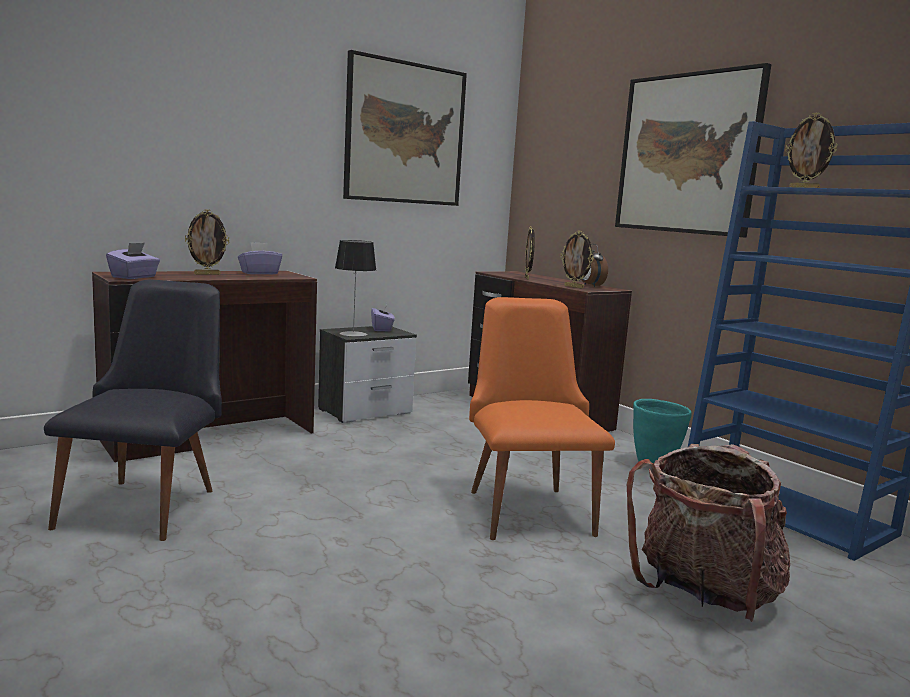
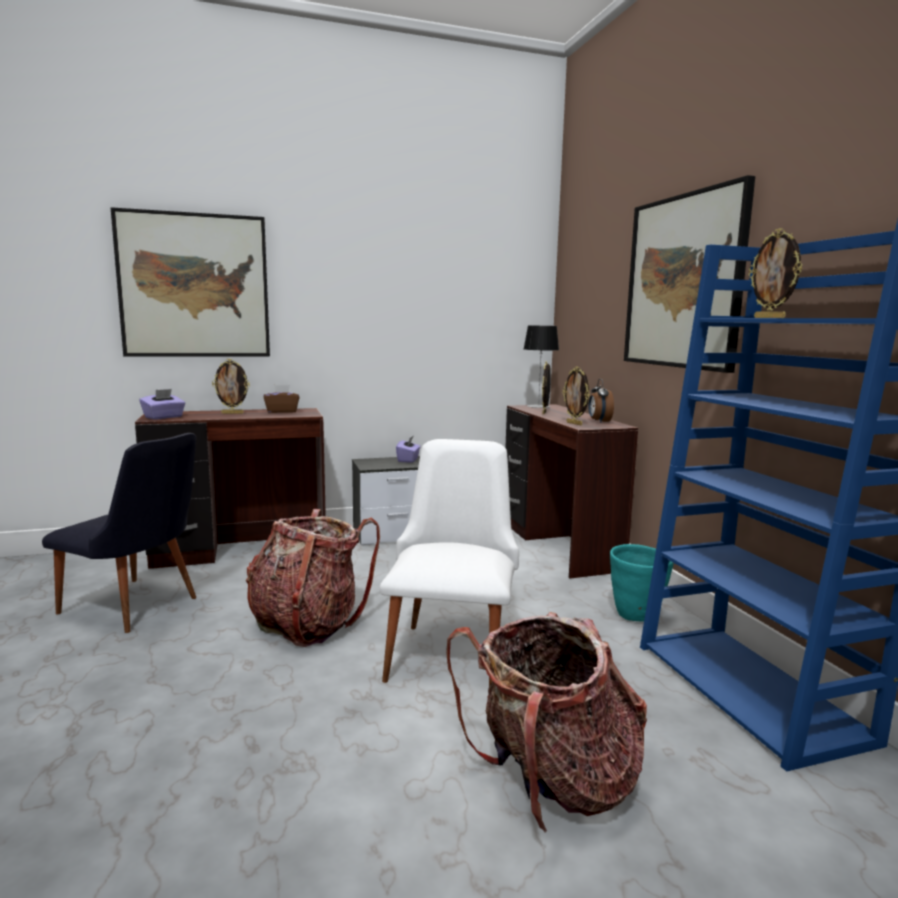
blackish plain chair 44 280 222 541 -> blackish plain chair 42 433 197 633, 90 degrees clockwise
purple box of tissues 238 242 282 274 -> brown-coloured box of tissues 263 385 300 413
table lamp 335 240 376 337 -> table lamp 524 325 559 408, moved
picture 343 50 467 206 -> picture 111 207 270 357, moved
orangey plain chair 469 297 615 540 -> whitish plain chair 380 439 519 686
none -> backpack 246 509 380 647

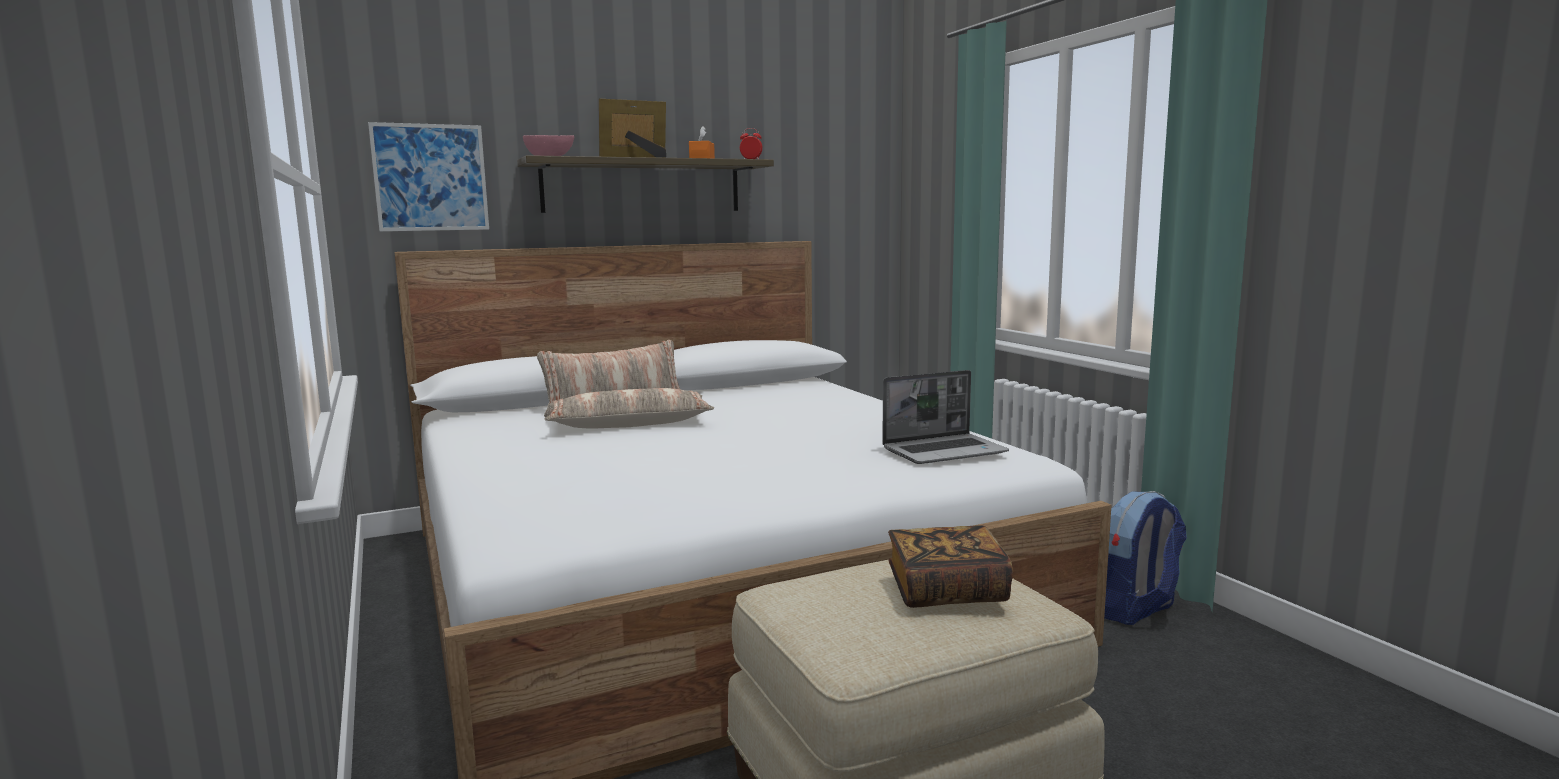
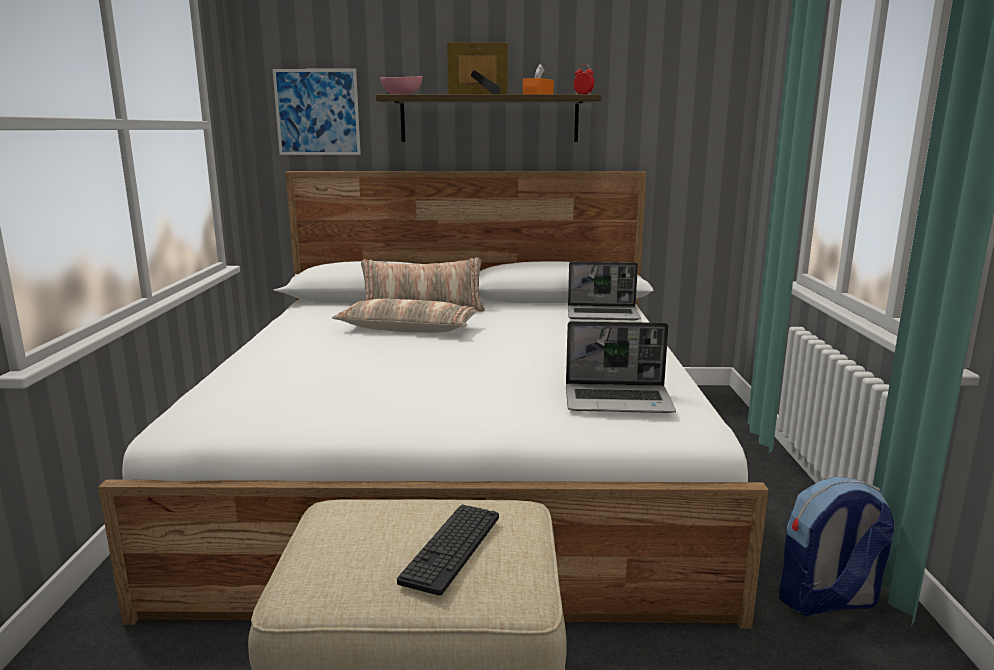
book 888 525 1013 608 -> computer keyboard 397 504 499 596
none -> portable computer 568 262 641 320

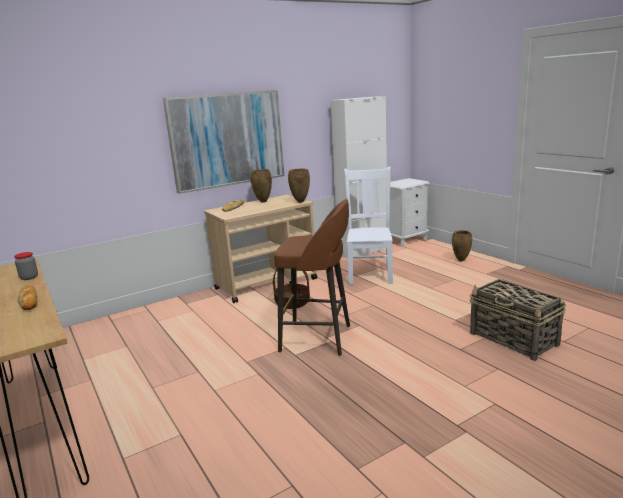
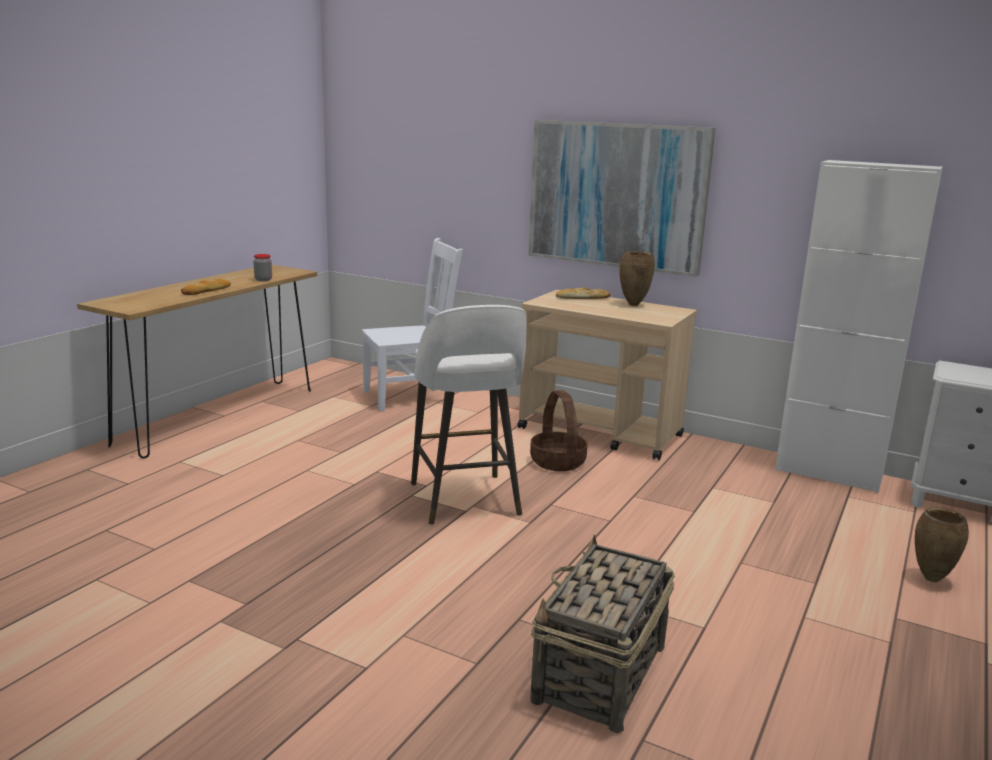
brown-coloured stool 274 199 350 356 -> whitish stool 411 305 527 525
brown-coloured vase 288 169 310 203 -> none
whitish plain chair 344 167 393 285 -> whitish plain chair 362 238 463 411, moved

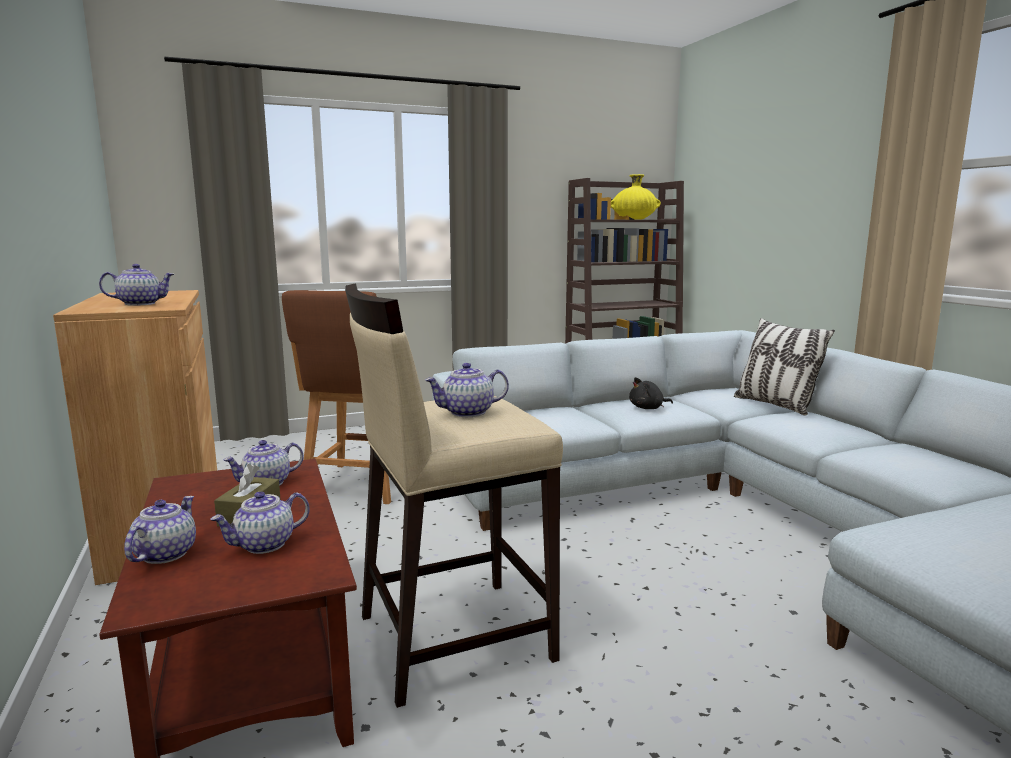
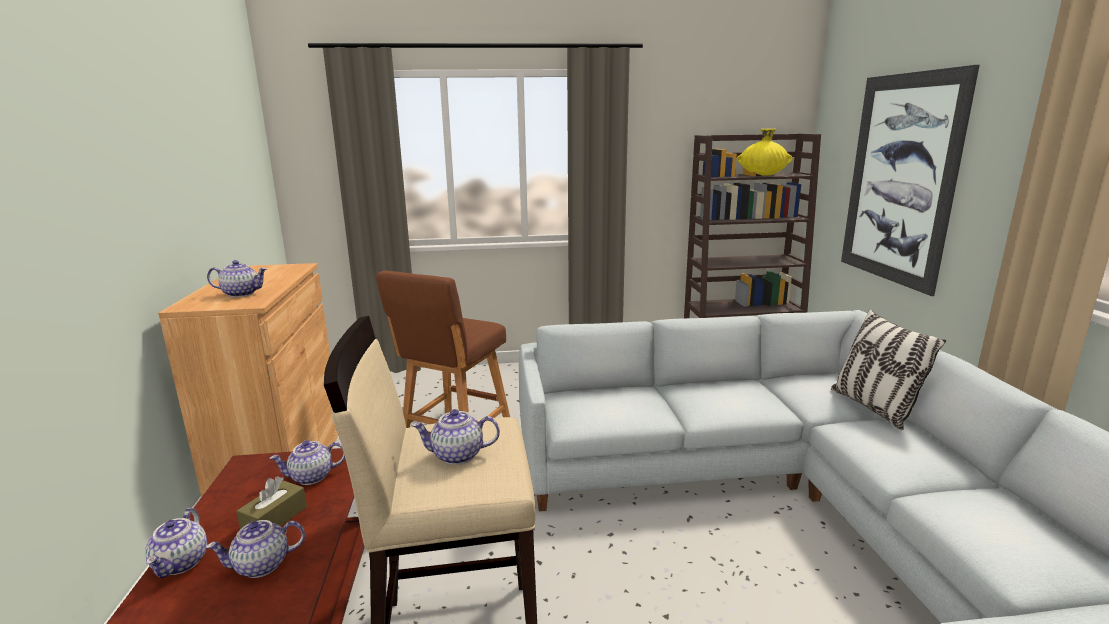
pot for tea 124 496 196 564 -> pot for tea 145 508 207 578, 150 degrees clockwise
blackish cuddly toy 629 377 673 409 -> none
none -> picture 841 65 980 296

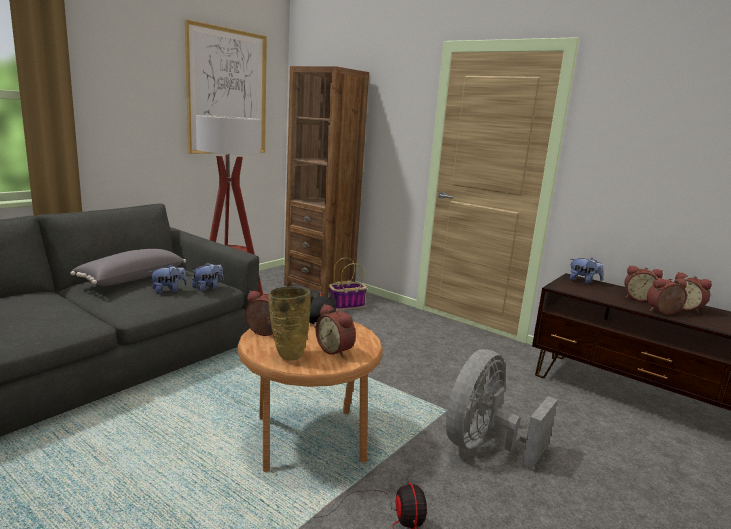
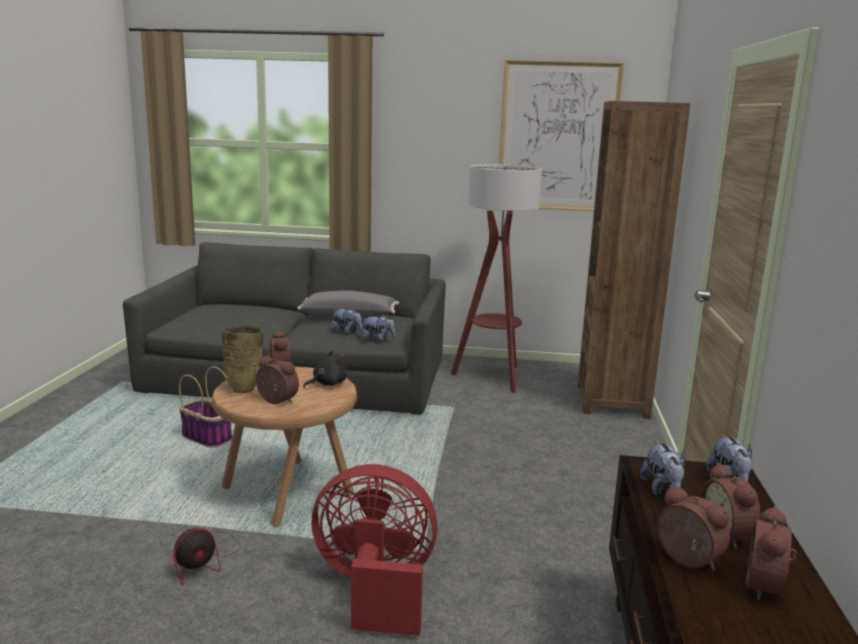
alarm clock 315 304 356 358 -> alarm clock 256 356 299 404, 105 degrees clockwise
storage basket 329 257 367 310 -> storage basket 179 366 232 448, moved
greyish fan 446 349 557 469 -> red fan 311 464 438 636
none -> cuddly toy 640 441 685 496

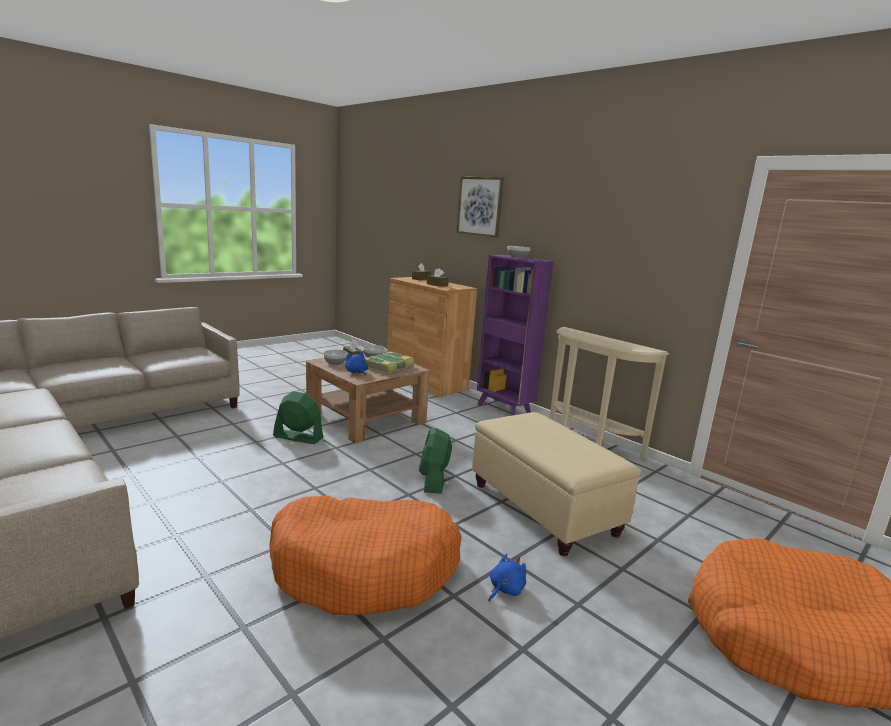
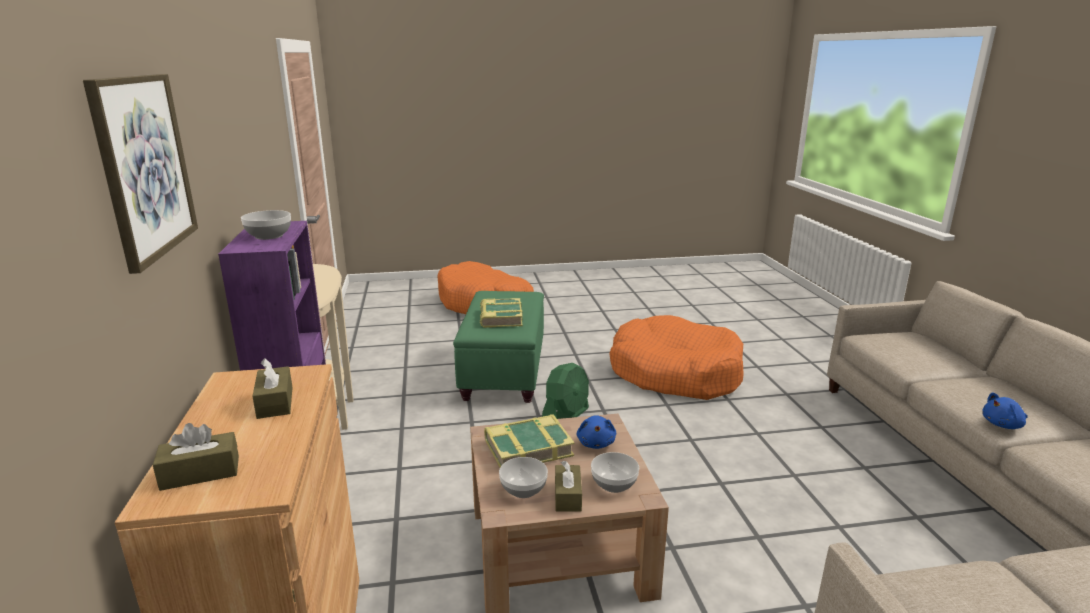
greenish fan 273 391 323 444 -> none
sand-coloured footrest 472 412 641 556 -> greenish footrest 453 291 544 403
blue-coloured cuddly toy 488 553 526 602 -> blue-coloured cuddly toy 982 392 1028 429, moved
none -> book 480 298 523 328

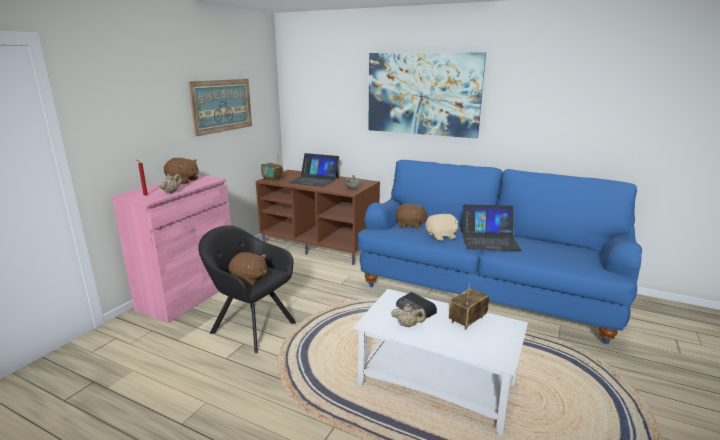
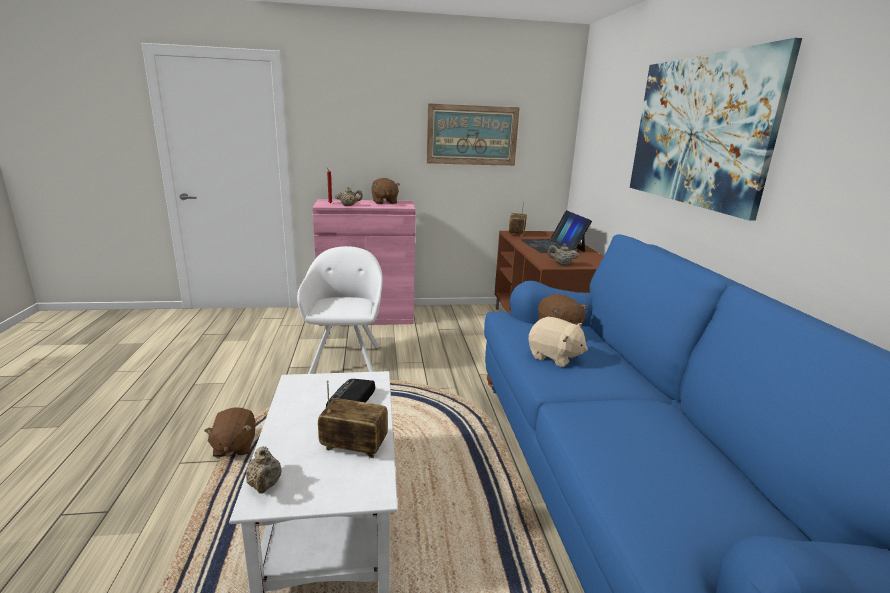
blackish armchair 198 225 296 353 -> whitish armchair 297 246 383 374
brown-coloured cuddly toy 229 252 267 285 -> brown-coloured cuddly toy 204 407 256 458, moved
sand-coloured pot for tea 391 303 426 327 -> sand-coloured pot for tea 246 446 282 494, moved
portable computer 461 204 522 251 -> none

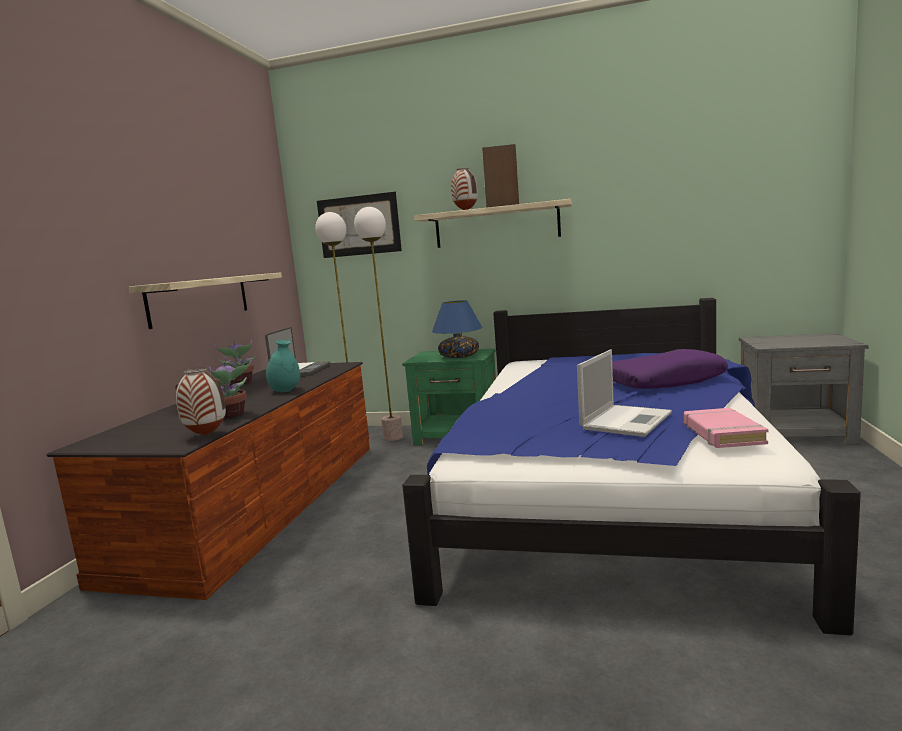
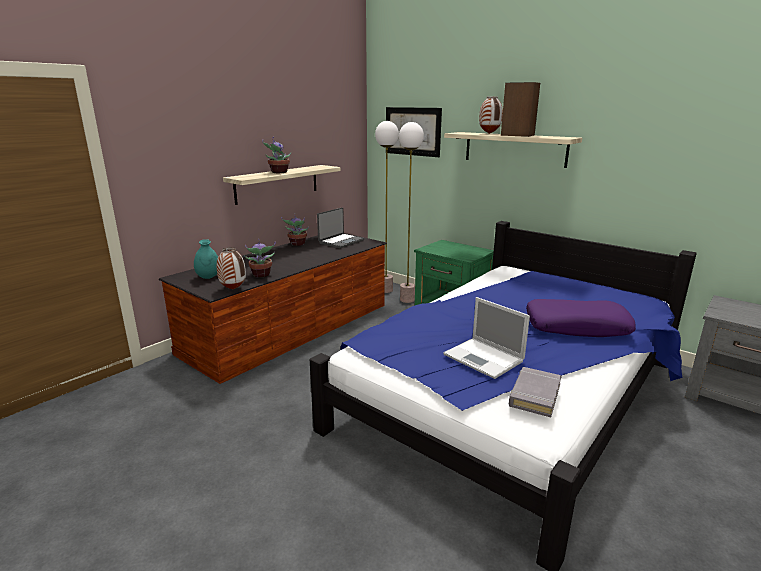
turquoise-coloured vase 266 340 300 392 -> turquoise-coloured vase 194 239 218 279, moved
blue-coloured table lamp 432 300 483 358 -> none
portable computer 577 349 672 437 -> portable computer 443 297 530 379, 75 degrees clockwise
pink-coloured book 684 408 769 448 -> greyish book 509 367 562 417
none -> houseplant 262 137 291 173

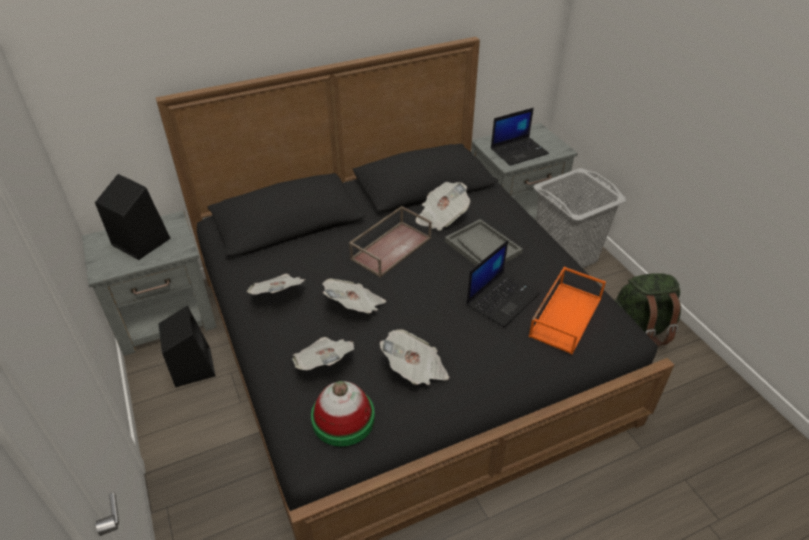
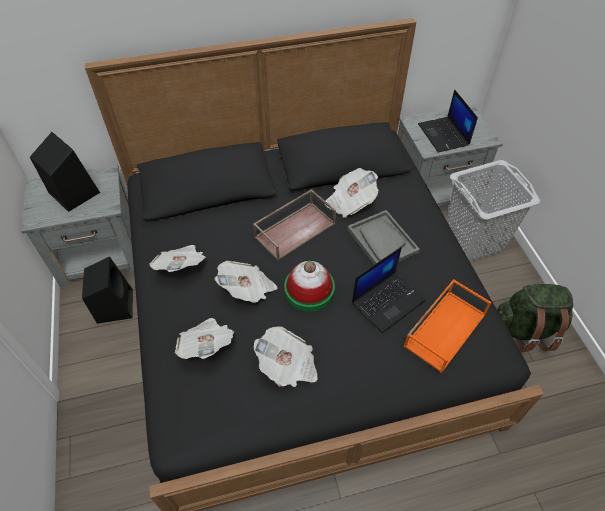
hat 311 381 375 446 -> hat 284 261 335 312, moved
portable computer 491 108 549 166 -> portable computer 418 89 478 152, 90 degrees clockwise

